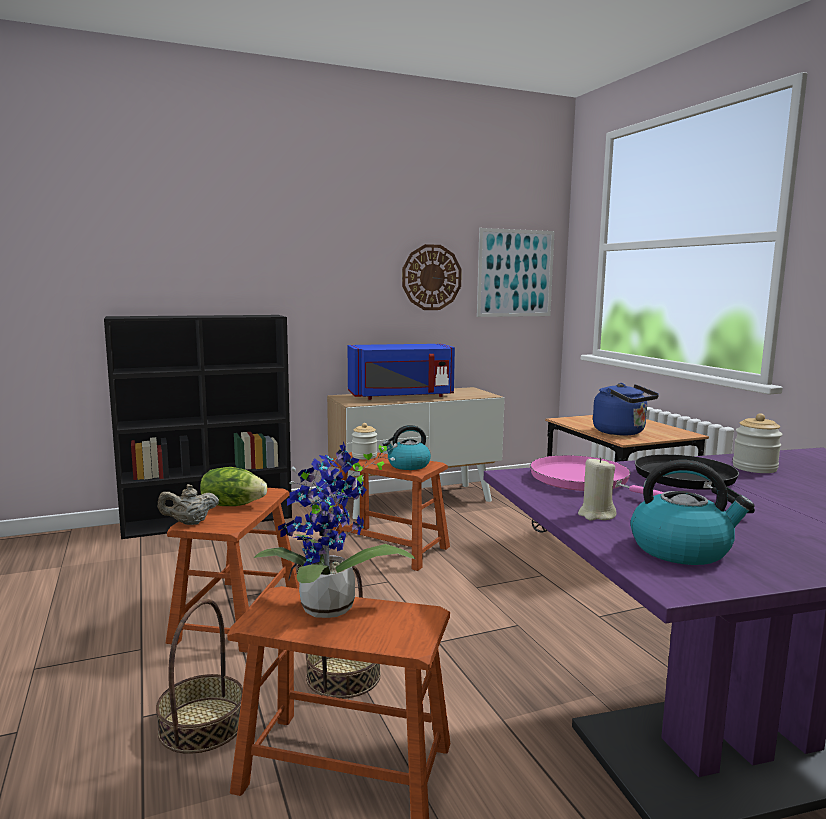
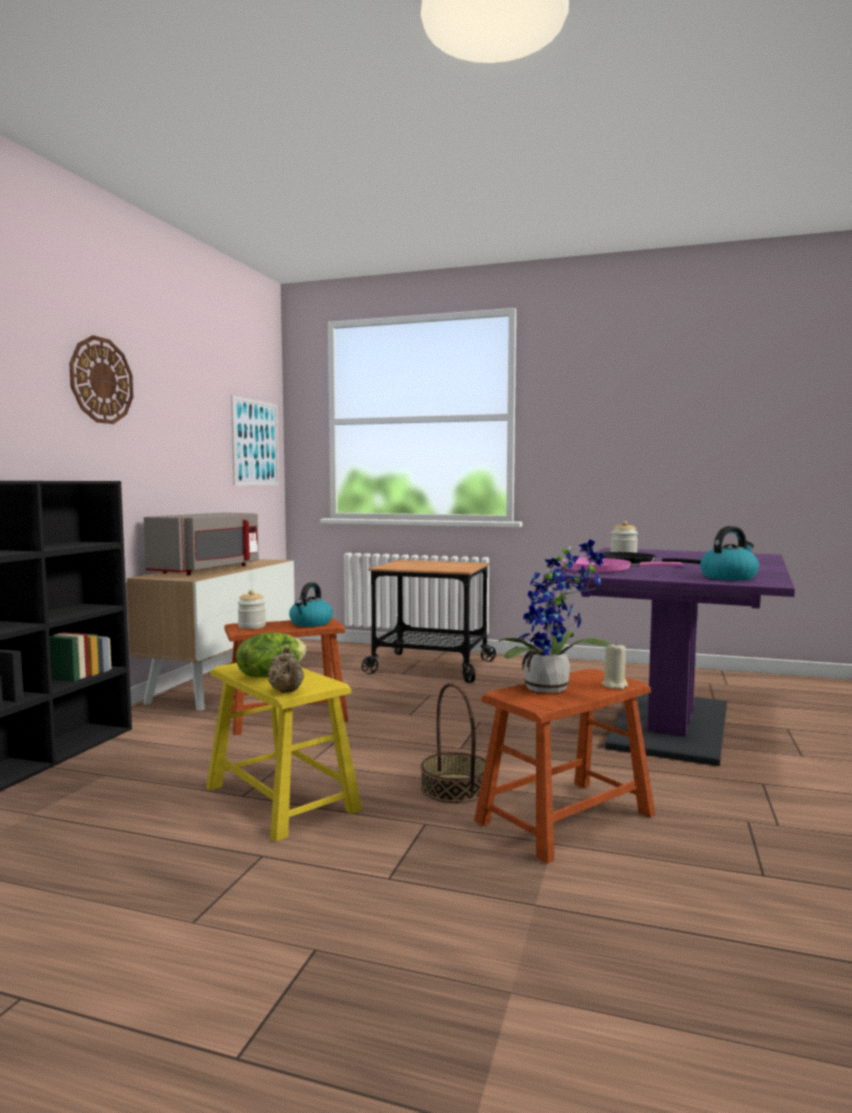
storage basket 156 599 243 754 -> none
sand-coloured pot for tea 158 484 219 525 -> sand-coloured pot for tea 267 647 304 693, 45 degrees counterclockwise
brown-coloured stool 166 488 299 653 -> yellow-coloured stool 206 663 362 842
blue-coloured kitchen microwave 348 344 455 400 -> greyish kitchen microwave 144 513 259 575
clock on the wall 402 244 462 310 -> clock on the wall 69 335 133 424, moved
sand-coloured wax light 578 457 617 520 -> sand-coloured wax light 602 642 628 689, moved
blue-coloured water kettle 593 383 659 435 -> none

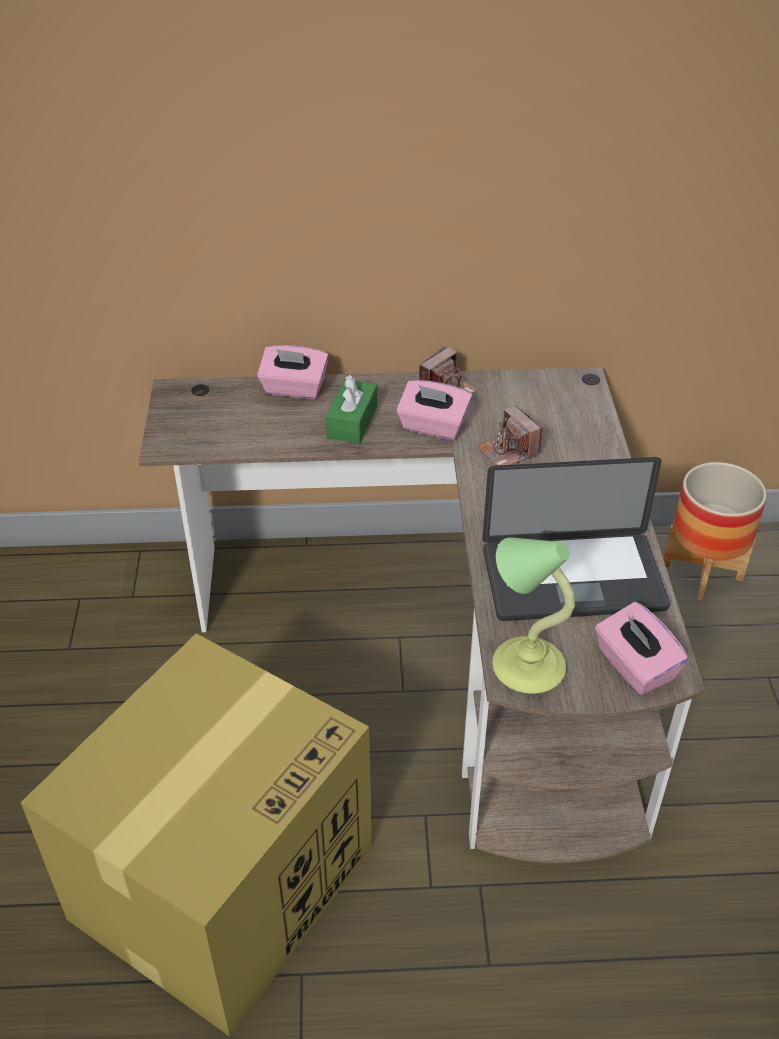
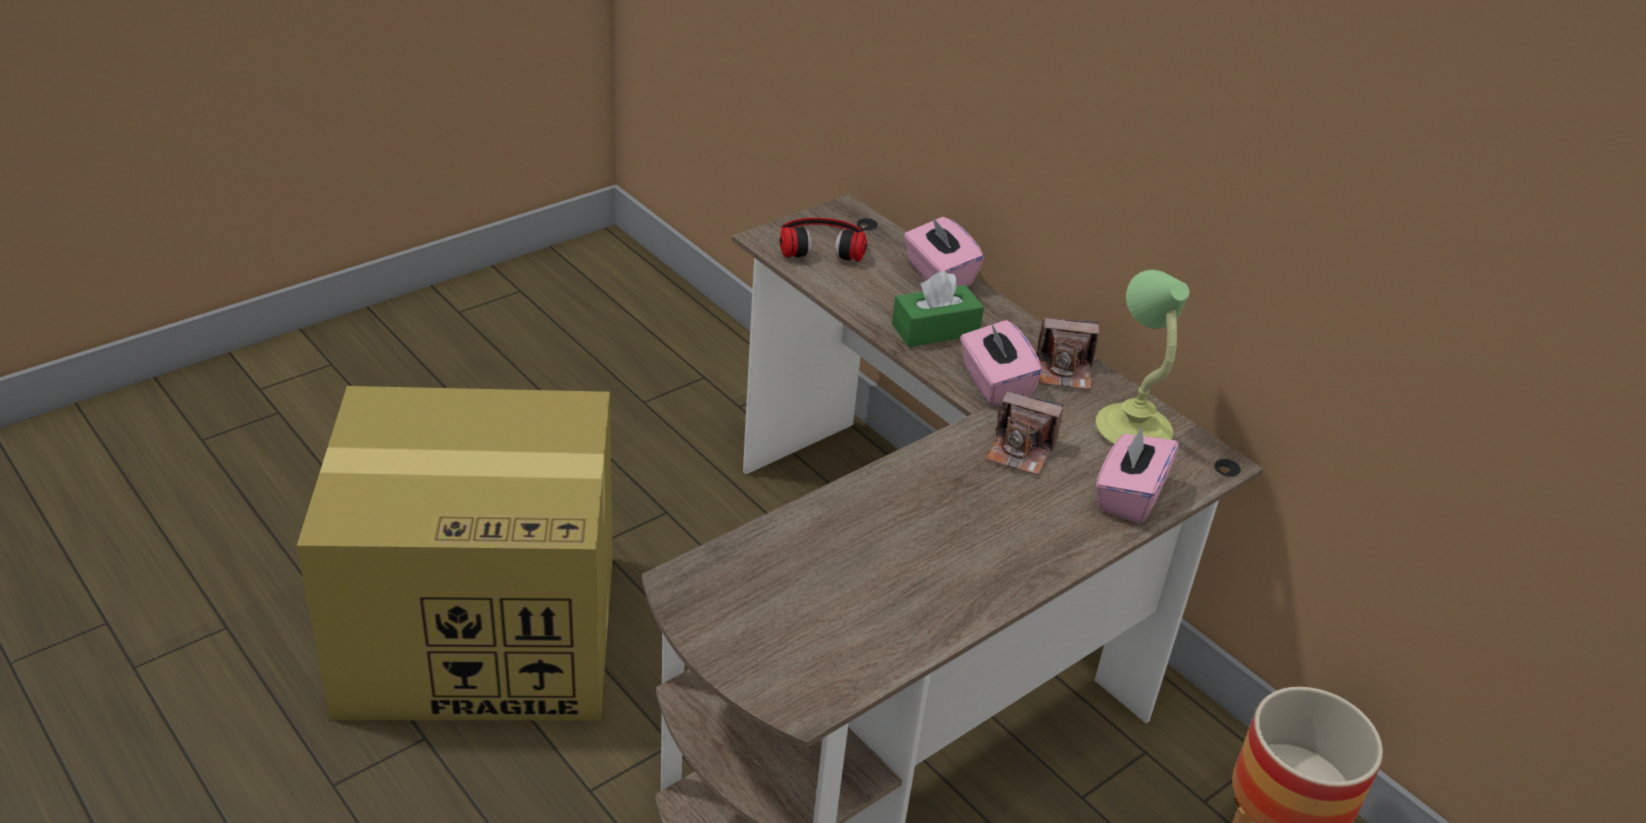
photo camera 477 405 544 465 -> photo camera 986 391 1064 476, 90 degrees counterclockwise
portable computer 482 457 670 621 -> none
table lamp 492 537 575 694 -> table lamp 1096 270 1189 445, moved
pink-coloured box of tissues 595 602 688 695 -> pink-coloured box of tissues 1096 426 1179 524, moved
none -> headphones 780 218 867 262

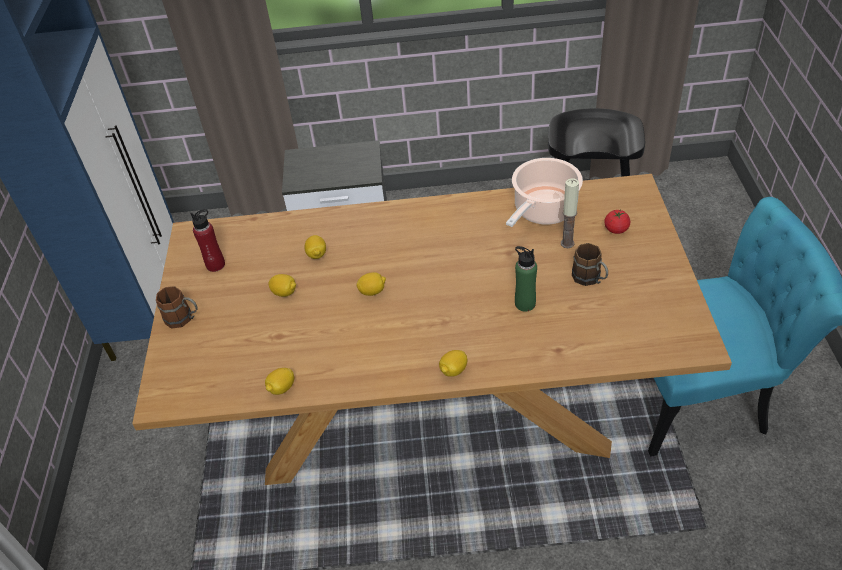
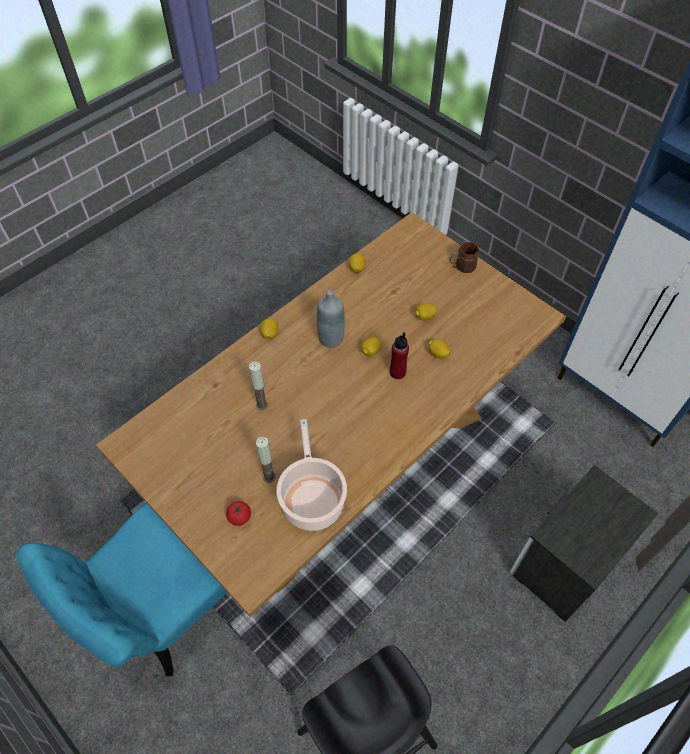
red bottle 191 209 225 272 -> red bottle 390 332 409 379, moved
greenish bottle 515 246 537 312 -> wax light 249 361 268 410
brown-coloured tea mug 572 243 608 286 -> none
none -> greyish bottle 317 290 345 348

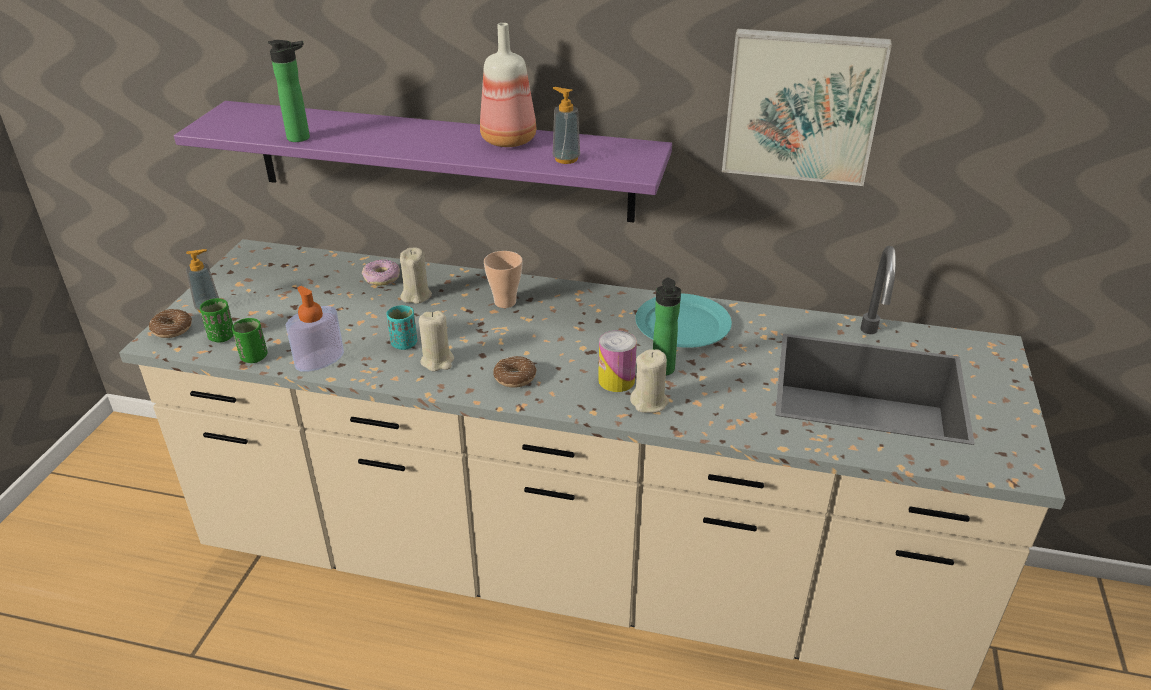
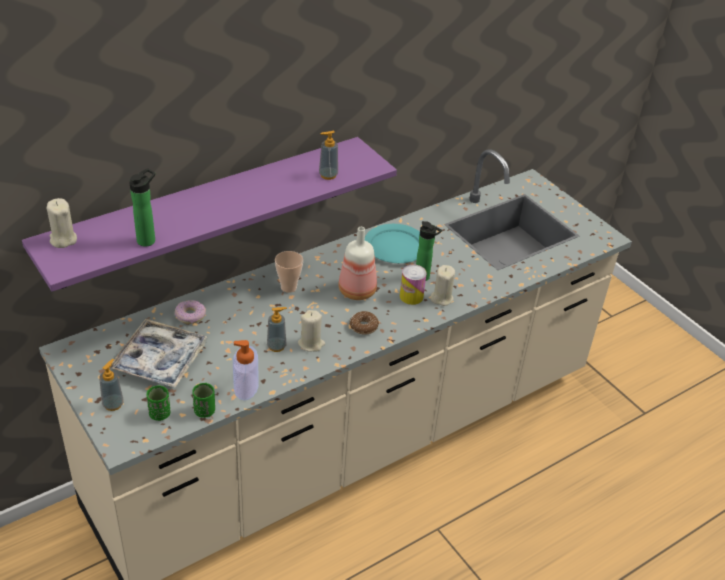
doughnut 149 309 192 338 -> none
turquoise-coloured small cup 386 305 417 350 -> soap bottle 267 307 287 352
sand-coloured wax light 400 248 432 304 -> sand-coloured wax light 46 198 77 248, moved
bottle 480 23 536 147 -> bottle 339 227 377 300, moved
picture 722 29 892 186 -> none
none -> tray 109 319 208 388

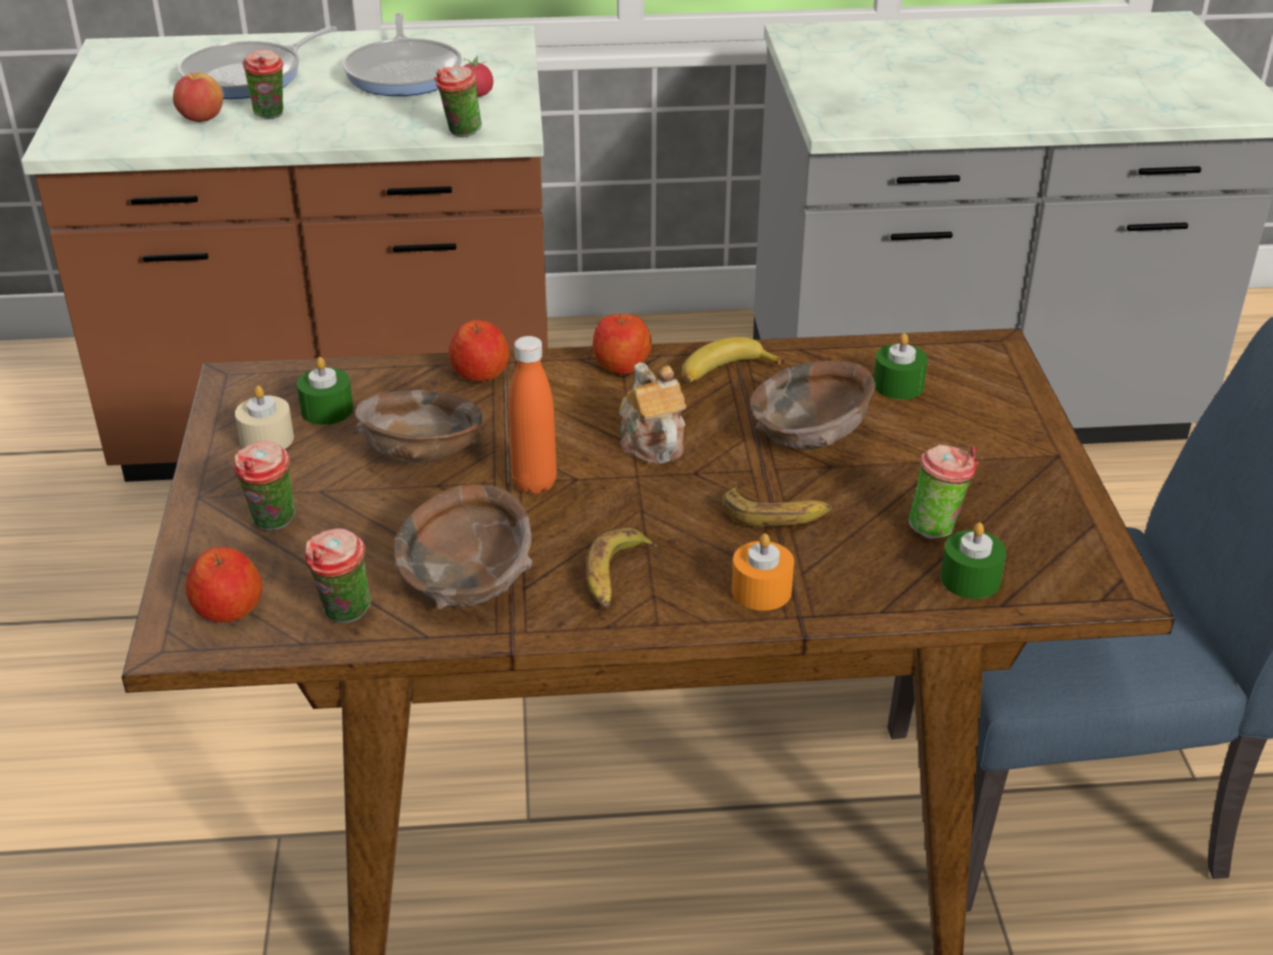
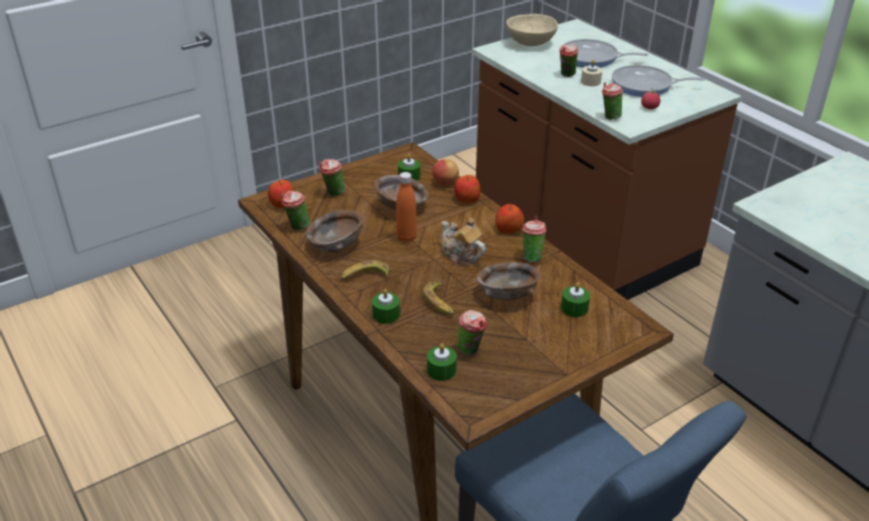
apple 173 73 223 122 -> apple 432 159 459 185, moved
sand-coloured wax light 235 386 294 449 -> sand-coloured wax light 581 60 602 86, moved
skillet 343 13 462 96 -> skillet 612 65 705 97, 45 degrees clockwise
pot for tea 619 362 686 463 -> pot for tea 441 218 486 264, 90 degrees counterclockwise
banana 682 337 785 383 -> small cup 522 216 547 263
orangey wax light 732 533 794 611 -> greenish wax light 372 289 400 324
none -> sand-coloured deep dish 506 14 558 46

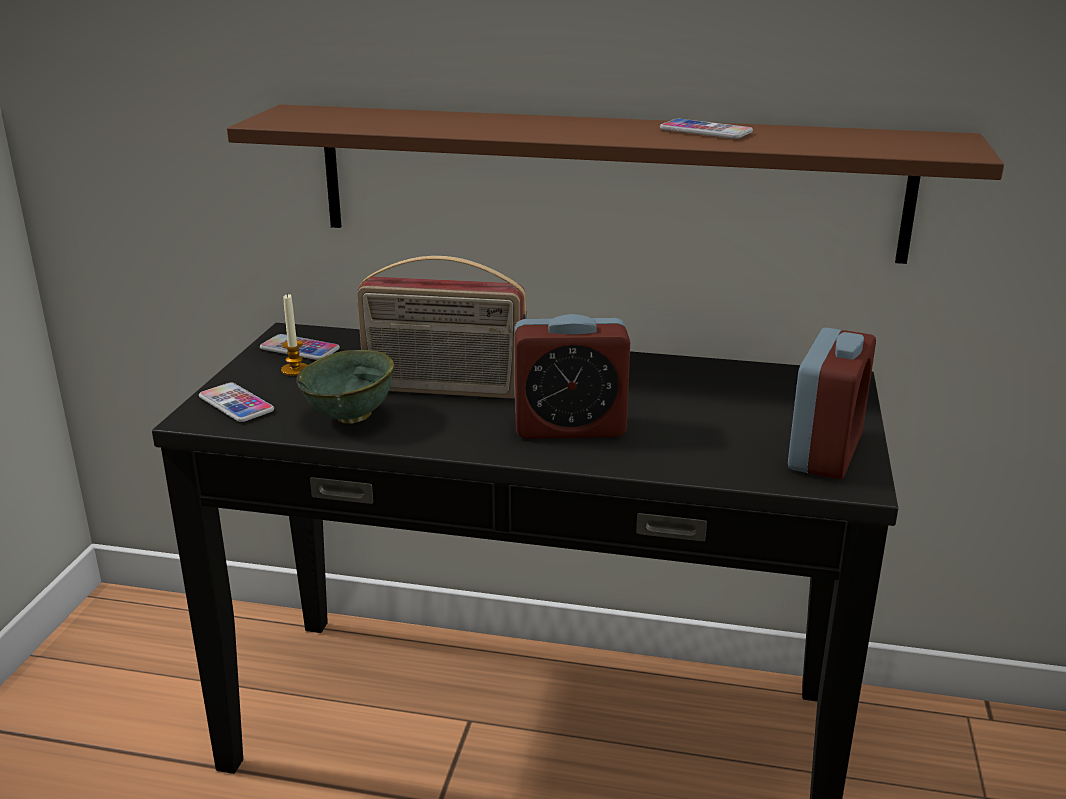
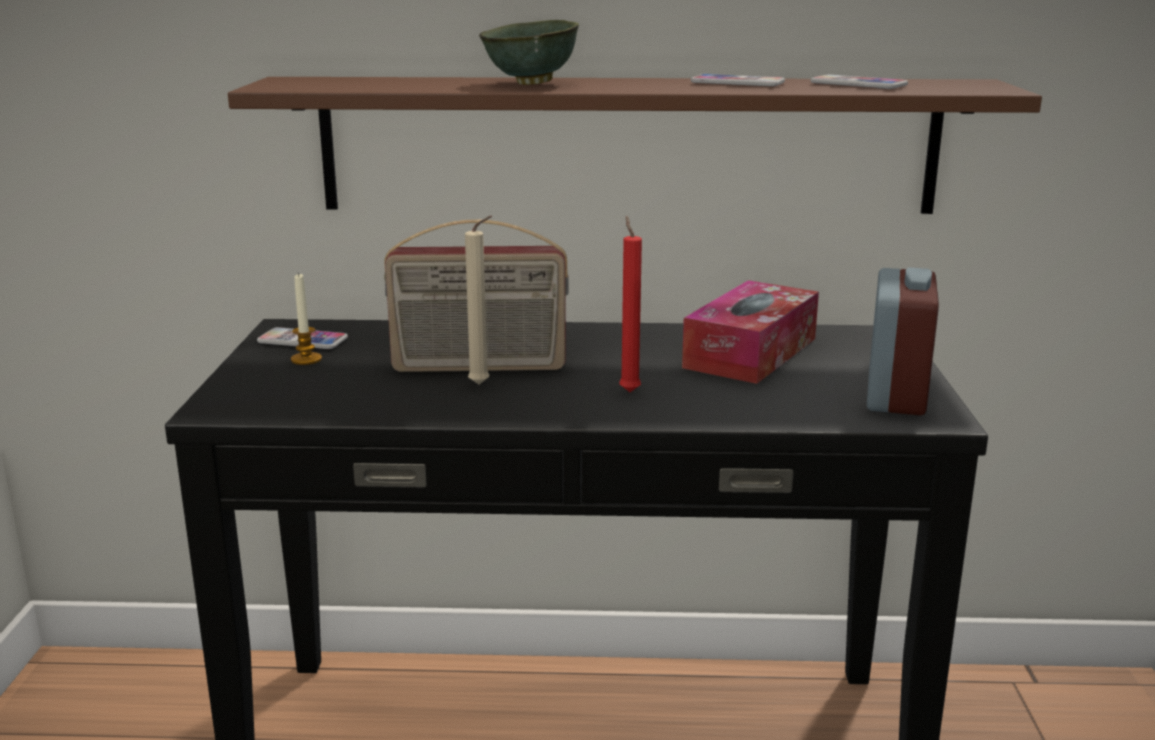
handset 199 383 274 422 -> handset 810 75 908 89, moved
greenish deep dish 296 350 394 424 -> greenish deep dish 479 20 579 85, moved
alarm clock 514 314 630 439 -> red wax light 619 216 642 392
none -> sand-coloured wax light 465 216 492 384
none -> box of tissues 682 280 819 384

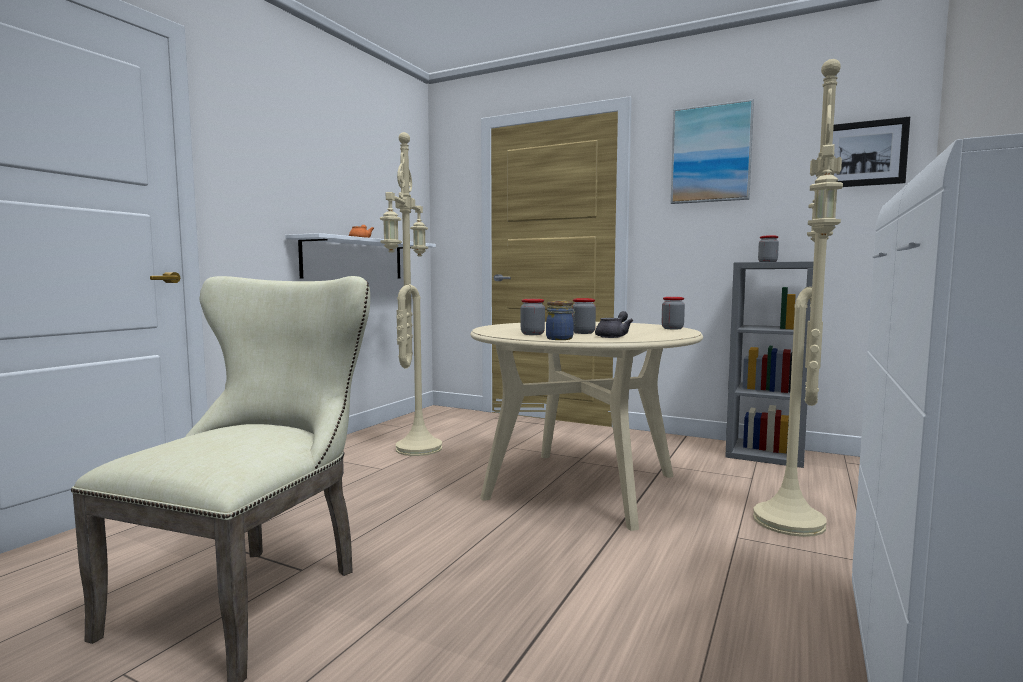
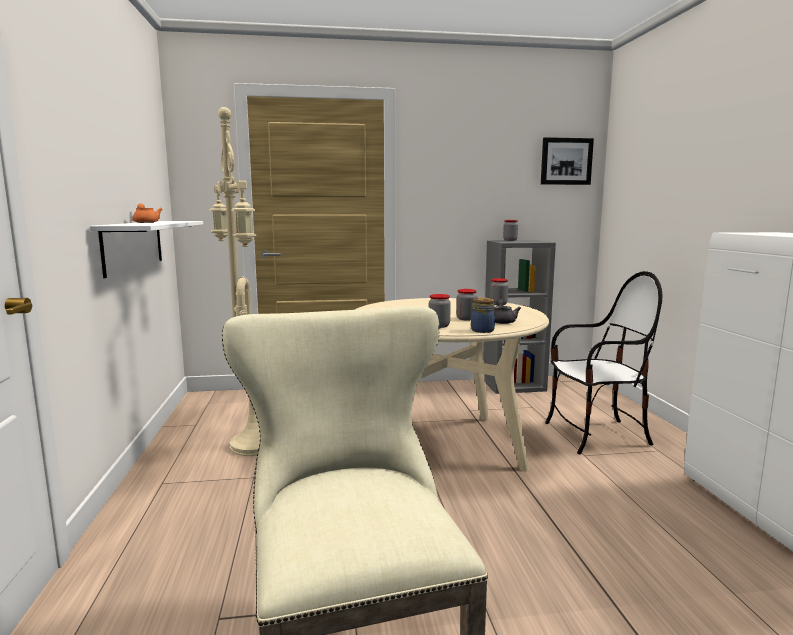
picture 671 99 754 204 -> none
sand-coloured standing lamp 753 59 843 537 -> plain chair 545 271 663 454

